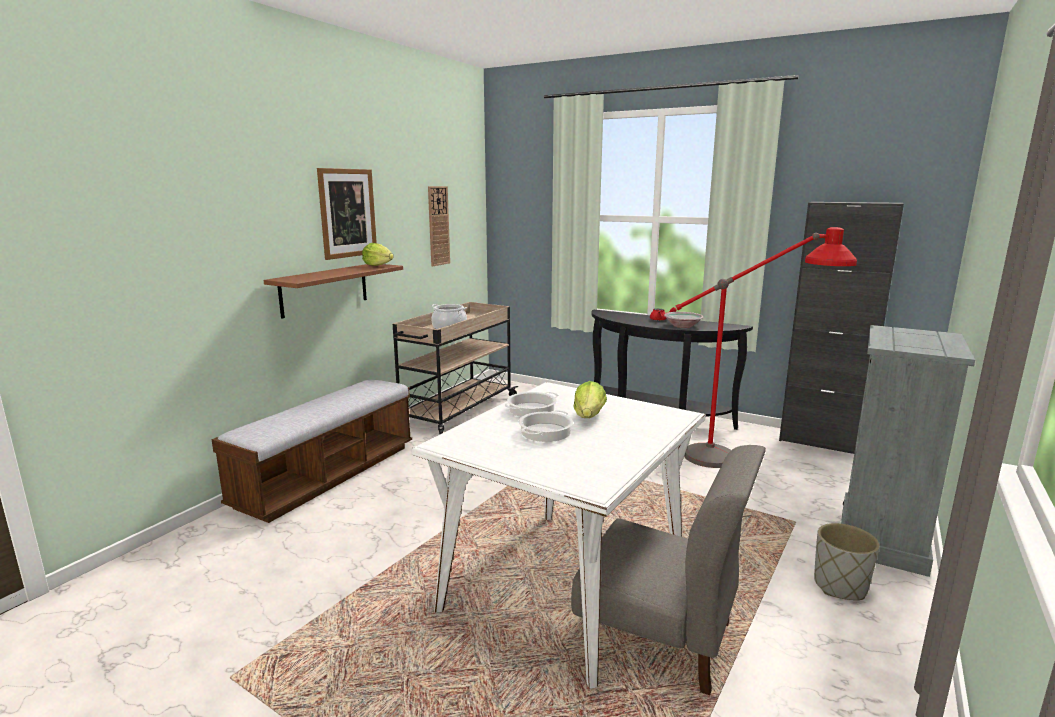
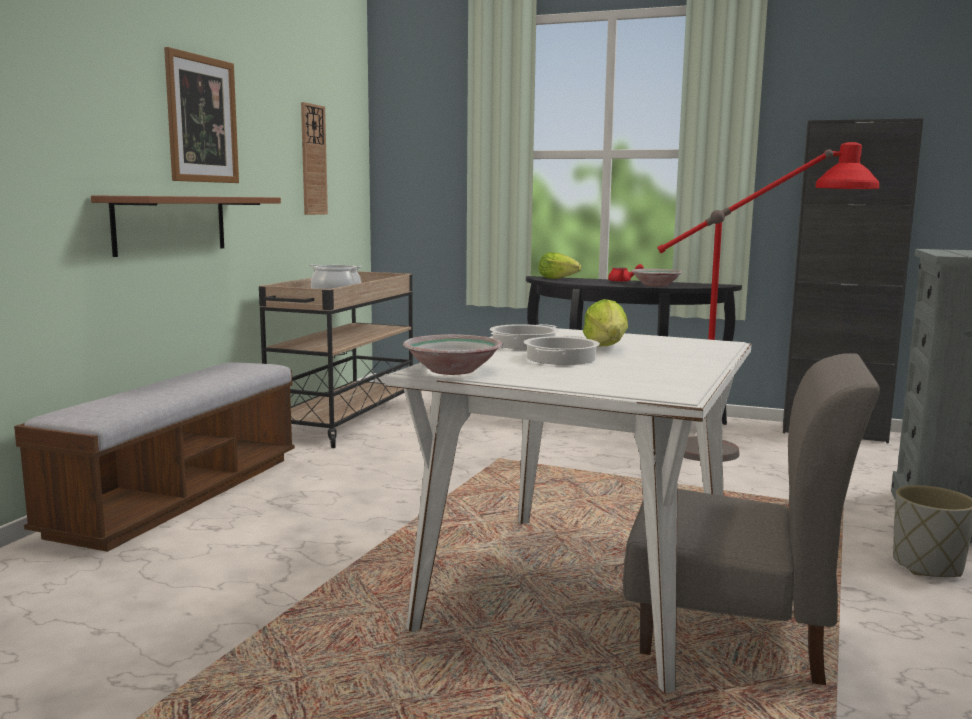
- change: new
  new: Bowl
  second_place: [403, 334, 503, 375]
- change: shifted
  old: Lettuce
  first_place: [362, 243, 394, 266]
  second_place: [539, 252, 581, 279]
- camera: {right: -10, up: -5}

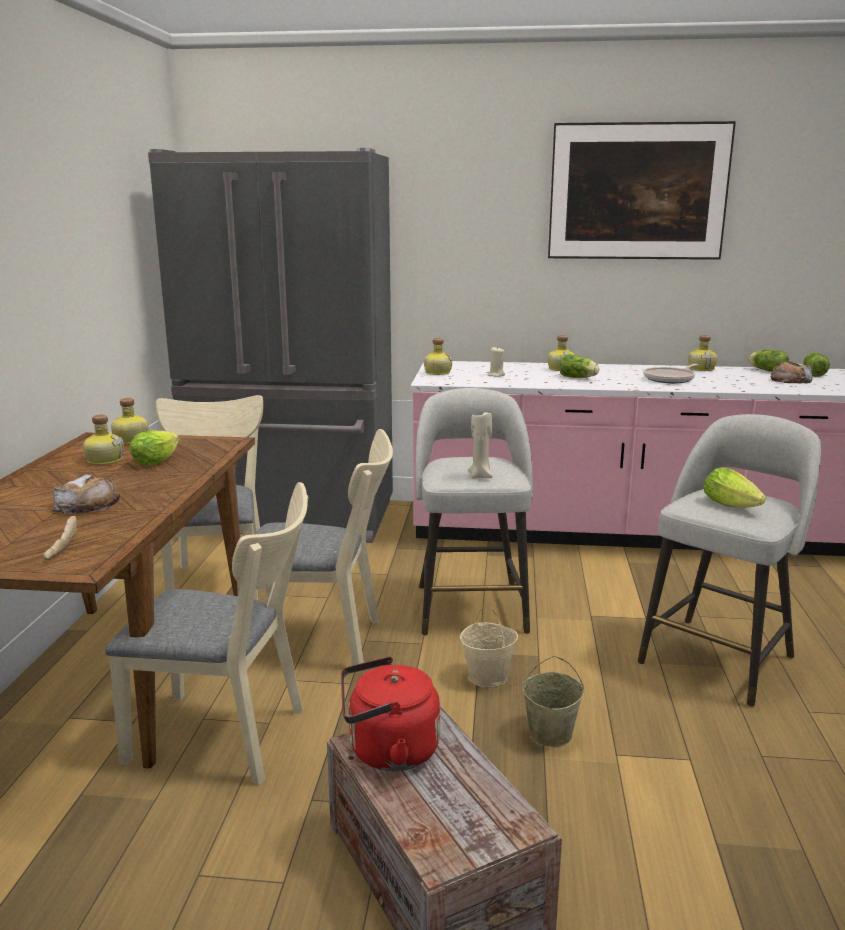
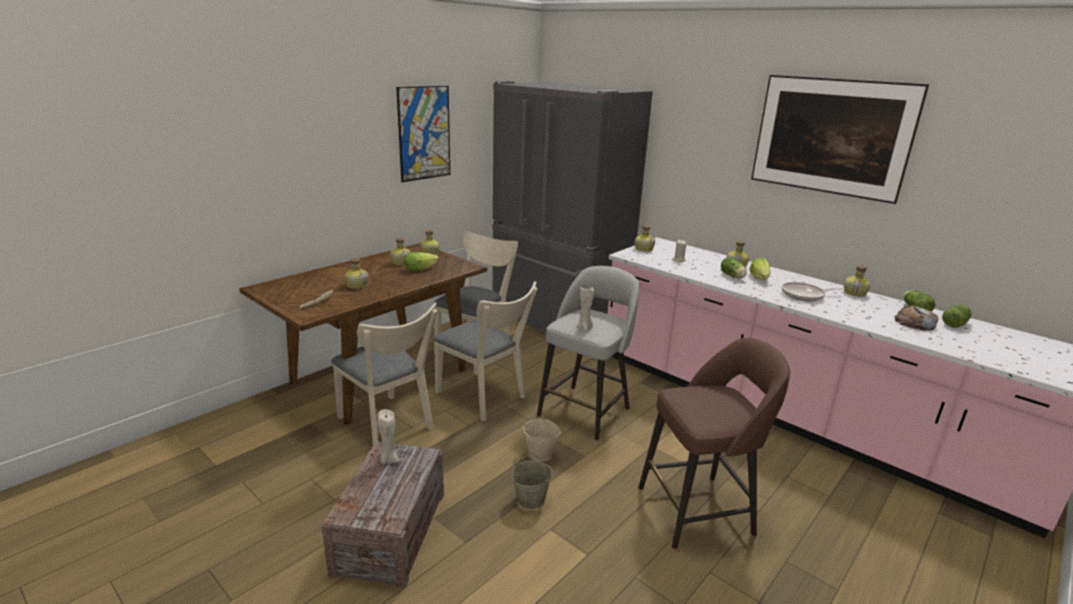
- change: swapped
  old: Bread
  new: Bottle
  first_place: [53, 474, 120, 514]
  second_place: [344, 258, 369, 289]
- change: swapped
  old: RedKettle
  new: BeigeCandle
  first_place: [341, 657, 440, 771]
  second_place: [378, 409, 400, 464]
- change: new
  new: Picture
  second_place: [396, 86, 450, 182]
- change: repainted
  old: GreyStool
  new: BrownStool
  first_place: [638, 414, 821, 707]
  second_place: [638, 338, 790, 549]
- change: shifted
  old: Lettuce
  first_place: [703, 468, 766, 508]
  second_place: [749, 257, 771, 280]
- camera: {right: 35, up: 5}

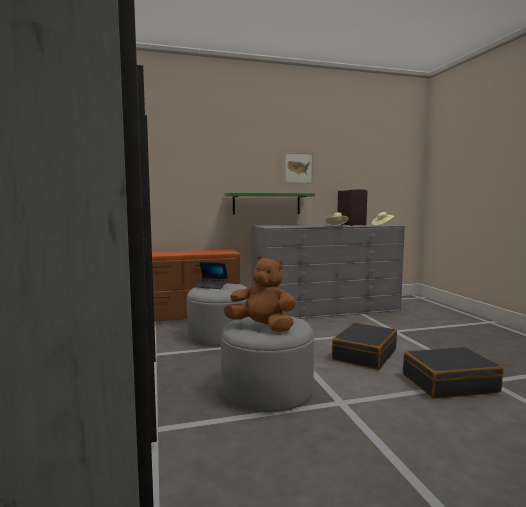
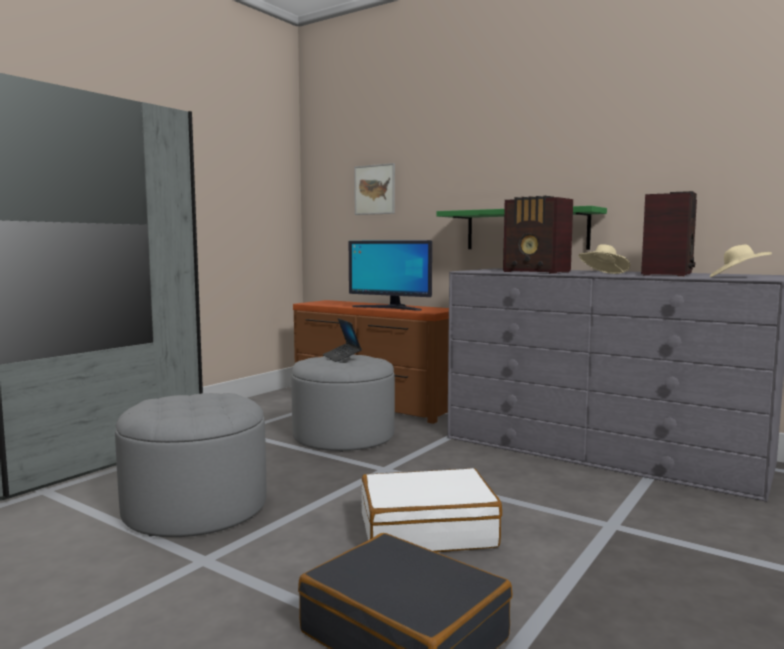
- change: new
  new: Monitor
  second_place: [349, 240, 432, 310]
- change: shifted
  old: Picture
  first_place: [284, 152, 313, 183]
  second_place: [354, 163, 395, 215]
- change: repainted
  old: BlackSuitcase
  new: WhiteSuitcase
  first_place: [332, 323, 397, 370]
  second_place: [361, 468, 502, 552]
- change: new
  new: Radio
  second_place: [503, 196, 573, 274]
- change: gone
  old: BrownPlushToy
  first_place: [224, 256, 296, 332]
- camera: {right: 50, up: 0}

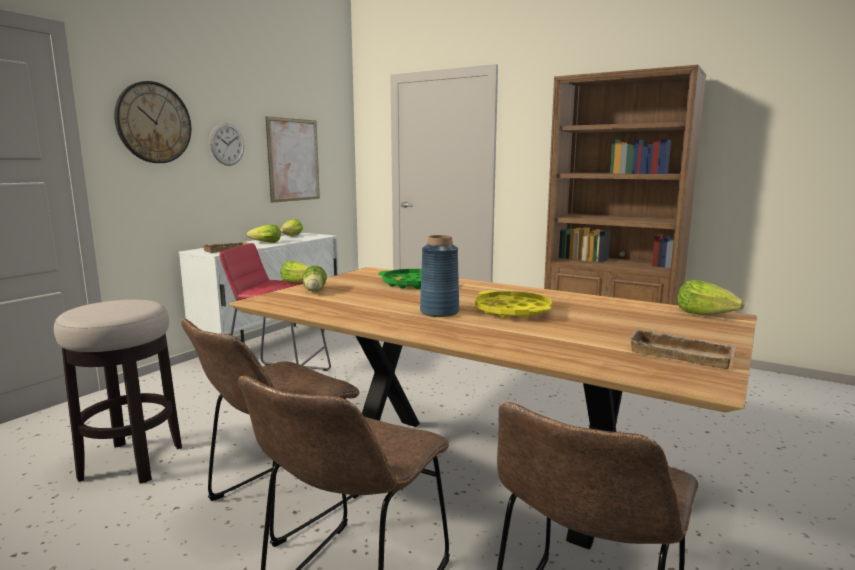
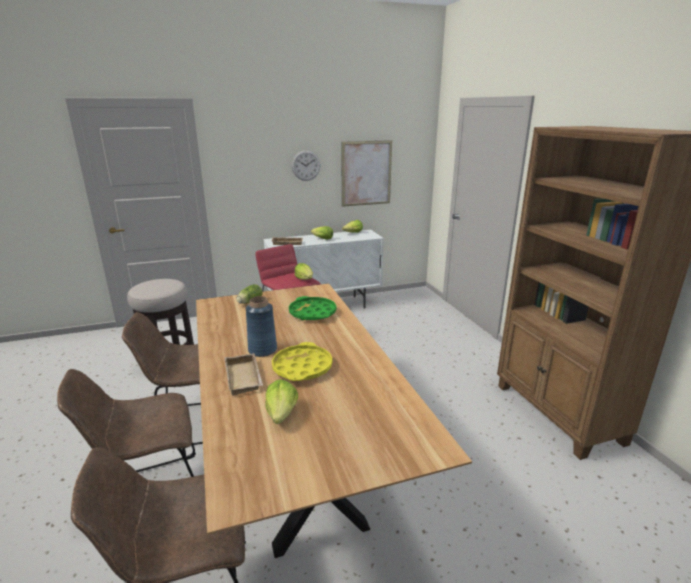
- change: shifted
  old: BeigeTray
  first_place: [627, 328, 736, 369]
  second_place: [224, 353, 263, 395]
- change: shifted
  old: Lettuce
  first_place: [677, 280, 745, 315]
  second_place: [265, 379, 298, 424]
- change: gone
  old: WallClock
  first_place: [114, 81, 191, 163]
- camera: {right: 40, up: 10}

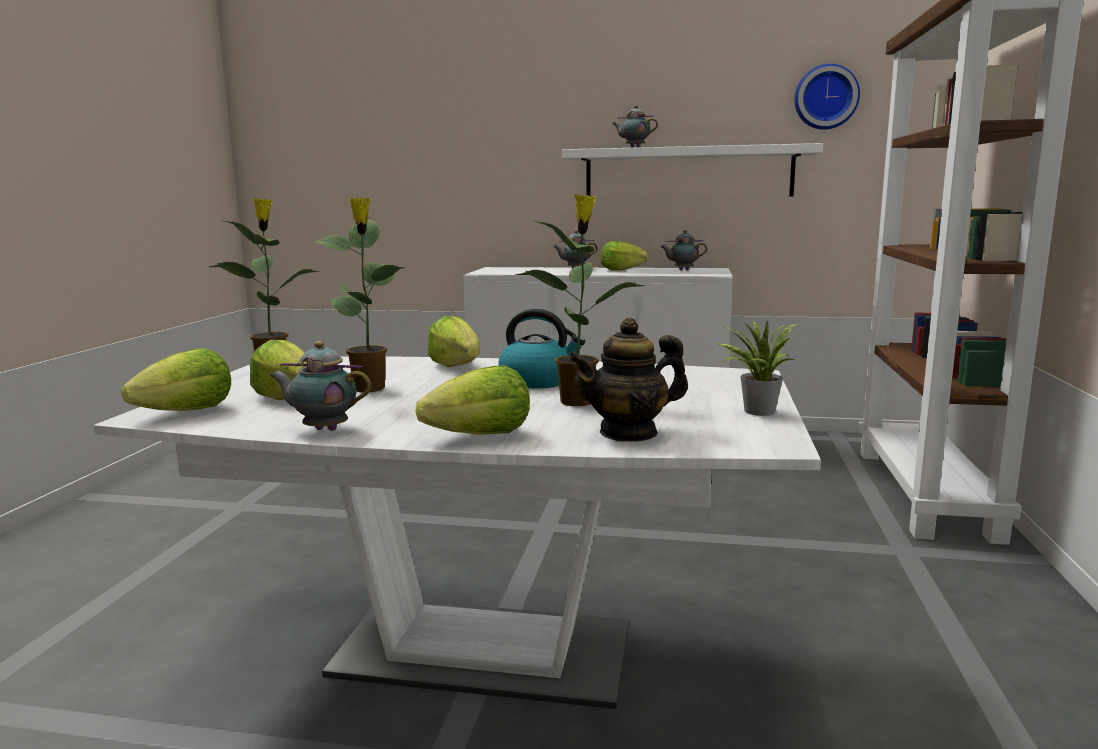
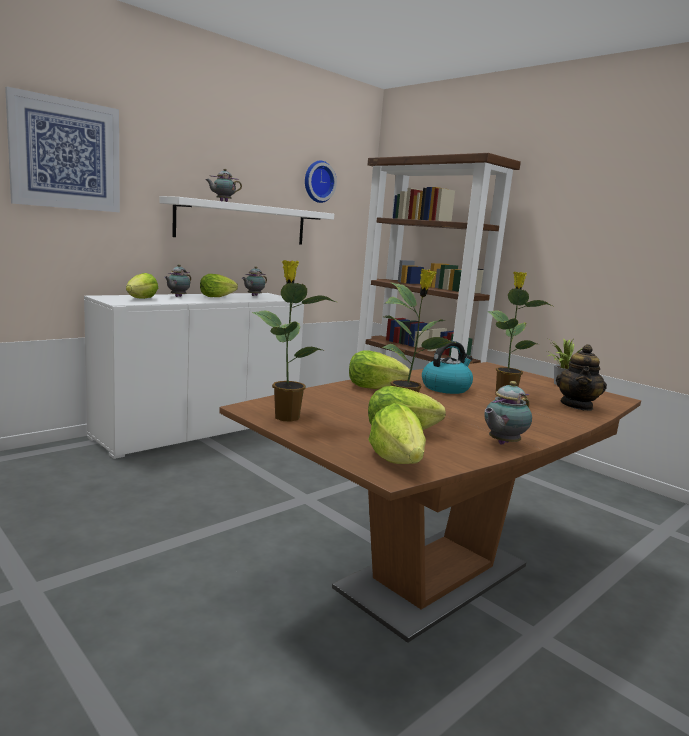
- change: new
  new: Picture
  second_place: [5, 87, 120, 212]
- change: shifted
  old: Lettuce
  first_place: [416, 366, 530, 435]
  second_place: [126, 273, 158, 299]
- change: repainted
  old: WhiteDiningTable
  new: BrownDiningTable
  first_place: [93, 356, 821, 709]
  second_place: [219, 362, 641, 643]
- camera: {right: -55, up: 0}

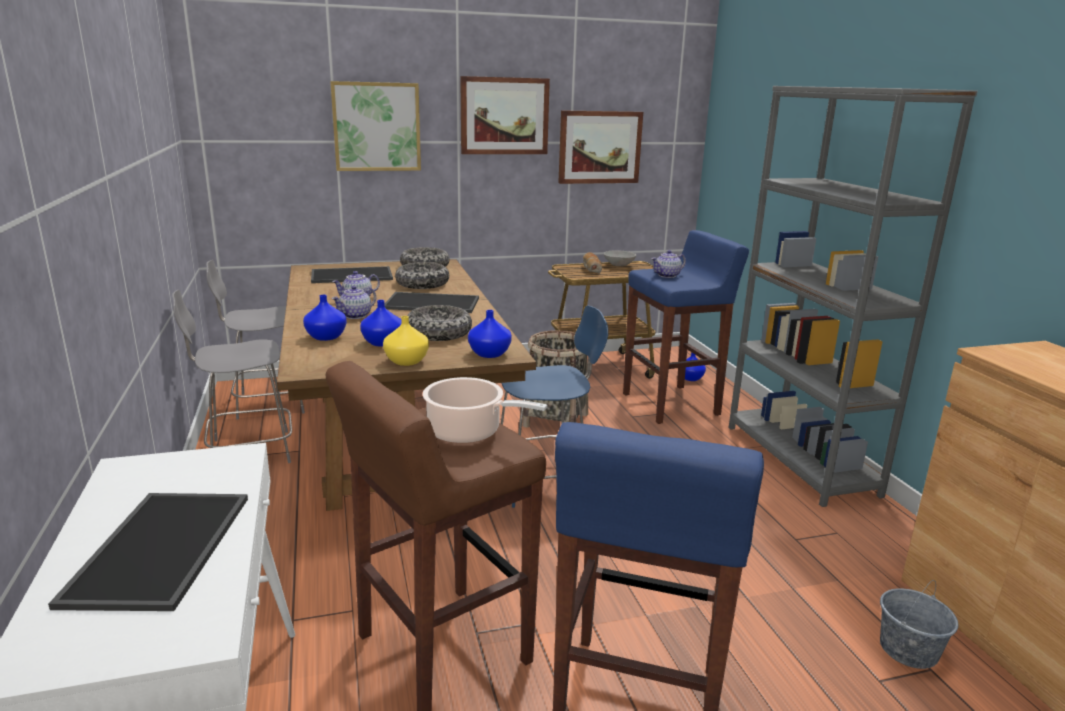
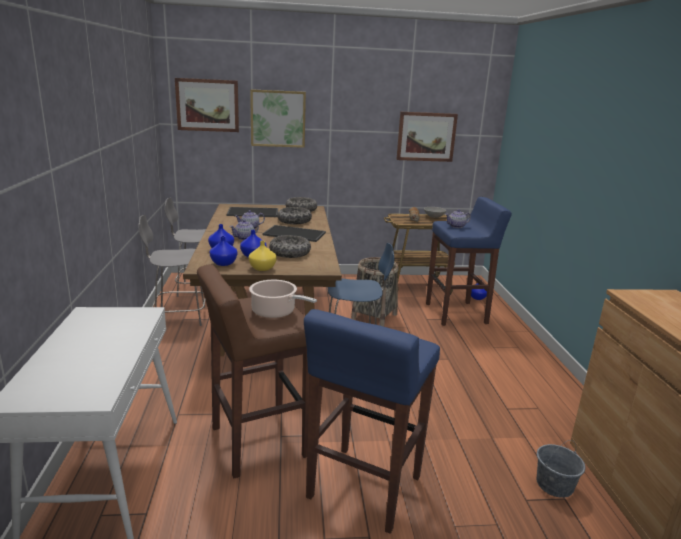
- change: shifted
  old: Picture
  first_place: [460, 76, 550, 154]
  second_place: [175, 78, 239, 132]
- change: shifted
  old: BlueVase
  first_place: [468, 310, 512, 358]
  second_place: [210, 236, 238, 266]
- change: gone
  old: Tray
  first_place: [48, 493, 248, 611]
- change: gone
  old: GreyBookcase
  first_place: [728, 86, 978, 507]
- camera: {right: 10, up: 0}

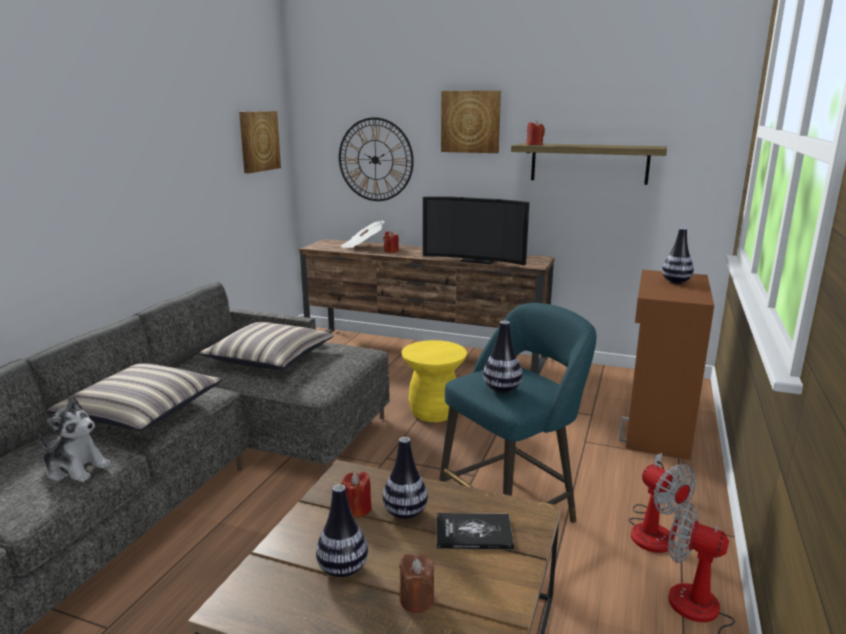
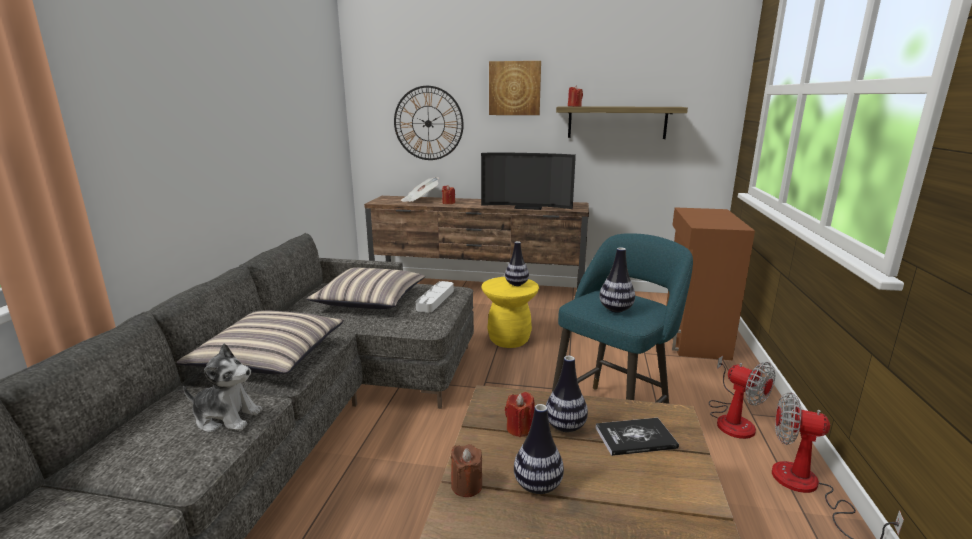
- change: new
  new: GreyTray
  second_place: [416, 281, 454, 313]
- change: shifted
  old: BrownCandle
  first_place: [399, 554, 434, 613]
  second_place: [451, 444, 482, 497]
- change: shifted
  old: Vase
  first_place: [662, 228, 694, 284]
  second_place: [505, 241, 529, 286]
- change: gone
  old: Picture
  first_place: [239, 111, 281, 174]
- camera: {right: -10, up: 0}

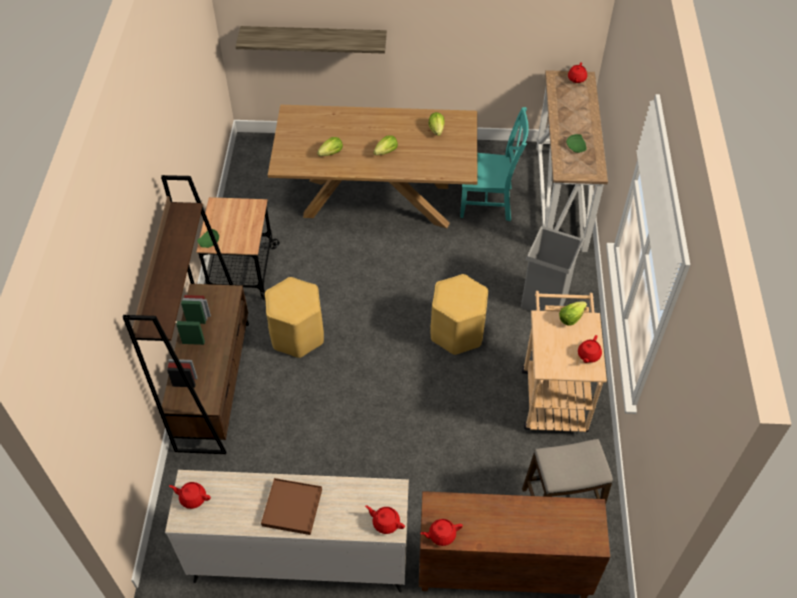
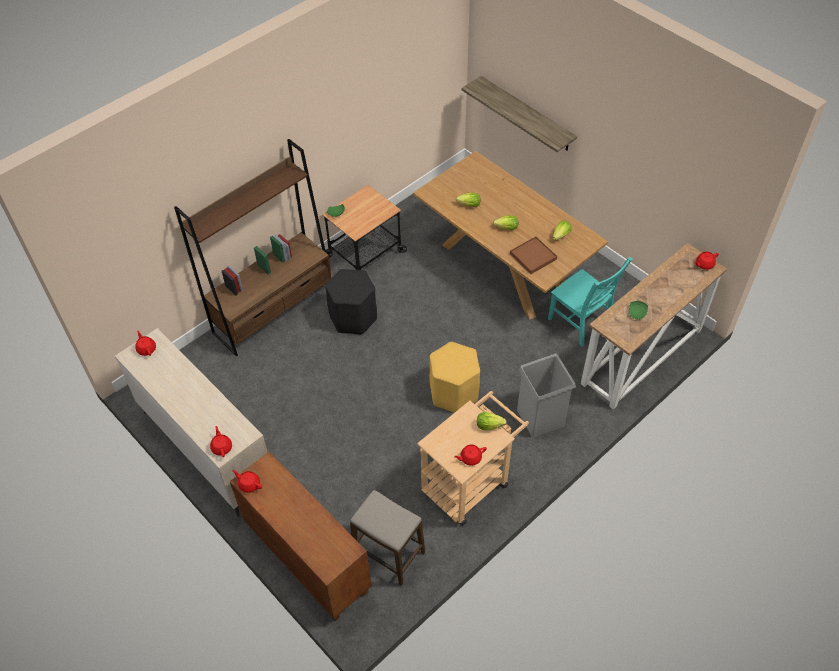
- change: repainted
  old: YellowStool
  new: BlackStool
  first_place: [265, 277, 324, 358]
  second_place: [325, 269, 377, 334]
- change: shifted
  old: BrownTray
  first_place: [261, 478, 322, 535]
  second_place: [510, 236, 557, 274]
- camera: {right: 45, up: 0}

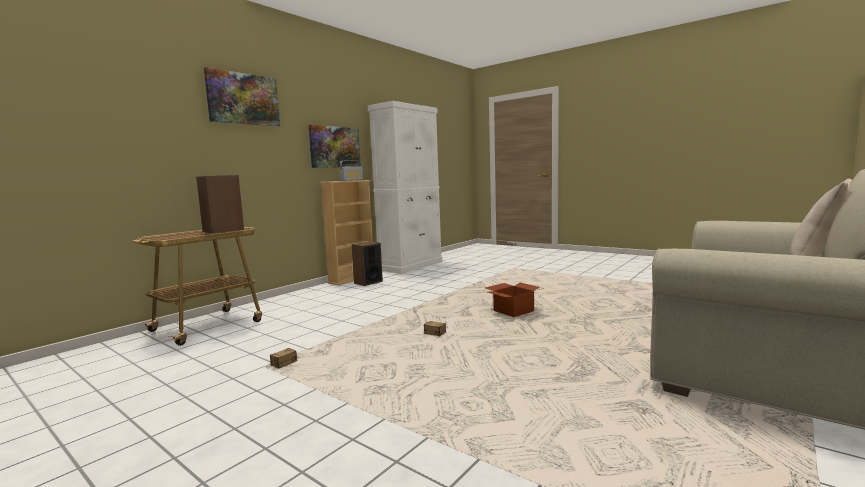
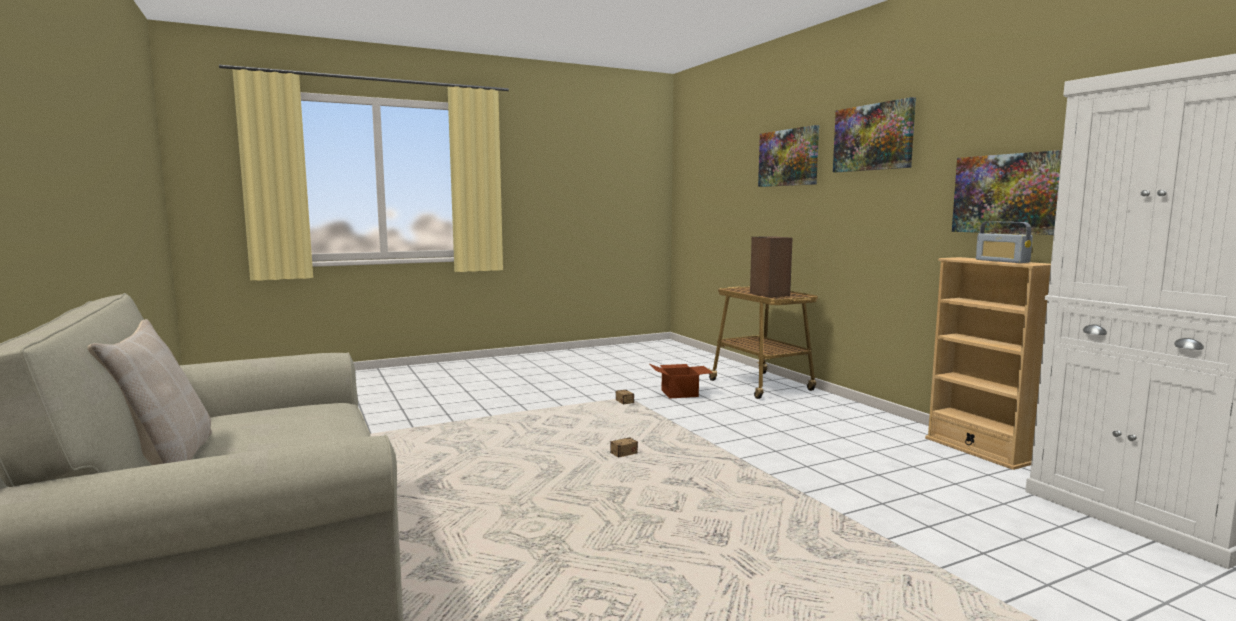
- change: shifted
  old: CardboardBox
  first_place: [485, 282, 544, 317]
  second_place: [650, 364, 713, 399]
- change: new
  new: Picture
  second_place: [758, 125, 819, 187]
- change: gone
  old: Speaker
  first_place: [352, 242, 383, 286]
- camera: {right: 115, up: 0}

